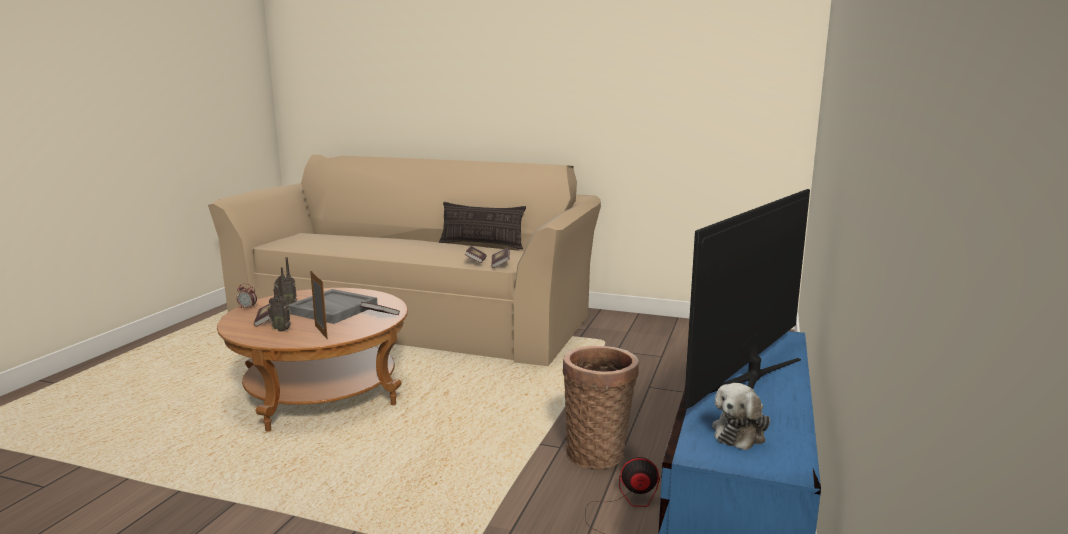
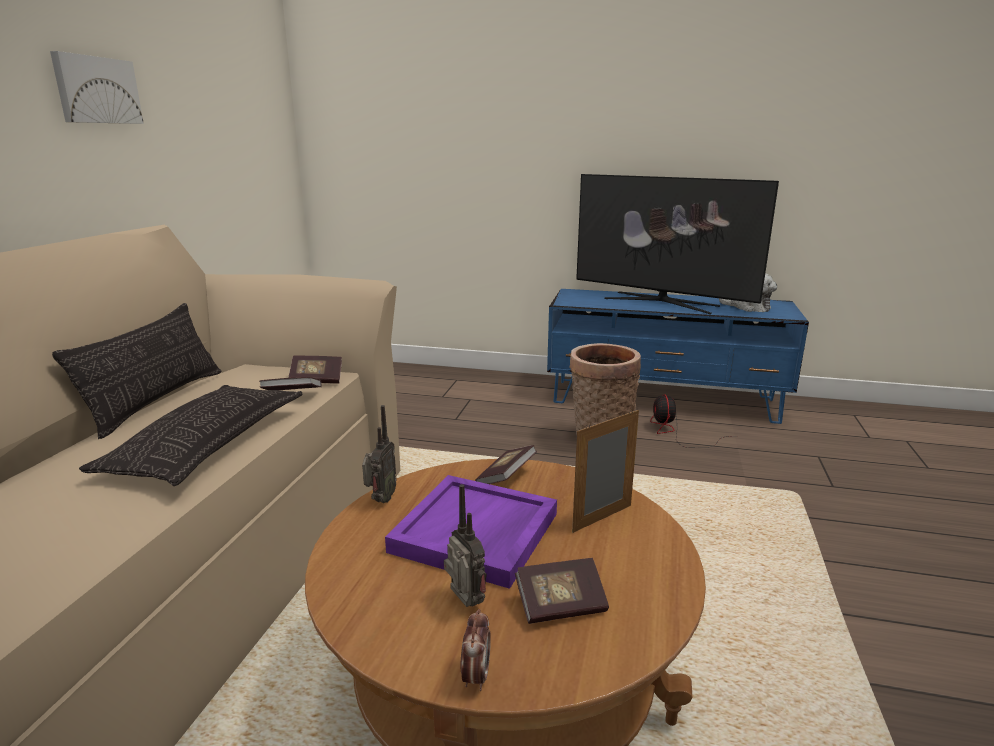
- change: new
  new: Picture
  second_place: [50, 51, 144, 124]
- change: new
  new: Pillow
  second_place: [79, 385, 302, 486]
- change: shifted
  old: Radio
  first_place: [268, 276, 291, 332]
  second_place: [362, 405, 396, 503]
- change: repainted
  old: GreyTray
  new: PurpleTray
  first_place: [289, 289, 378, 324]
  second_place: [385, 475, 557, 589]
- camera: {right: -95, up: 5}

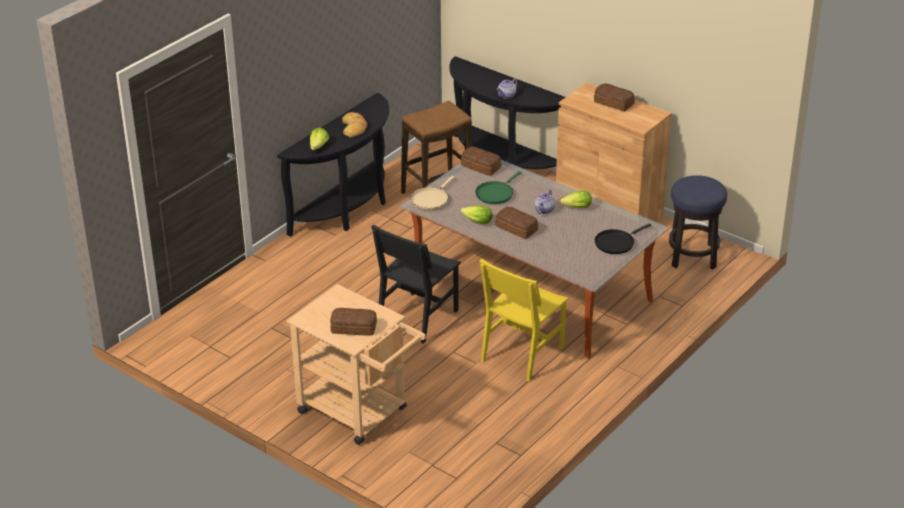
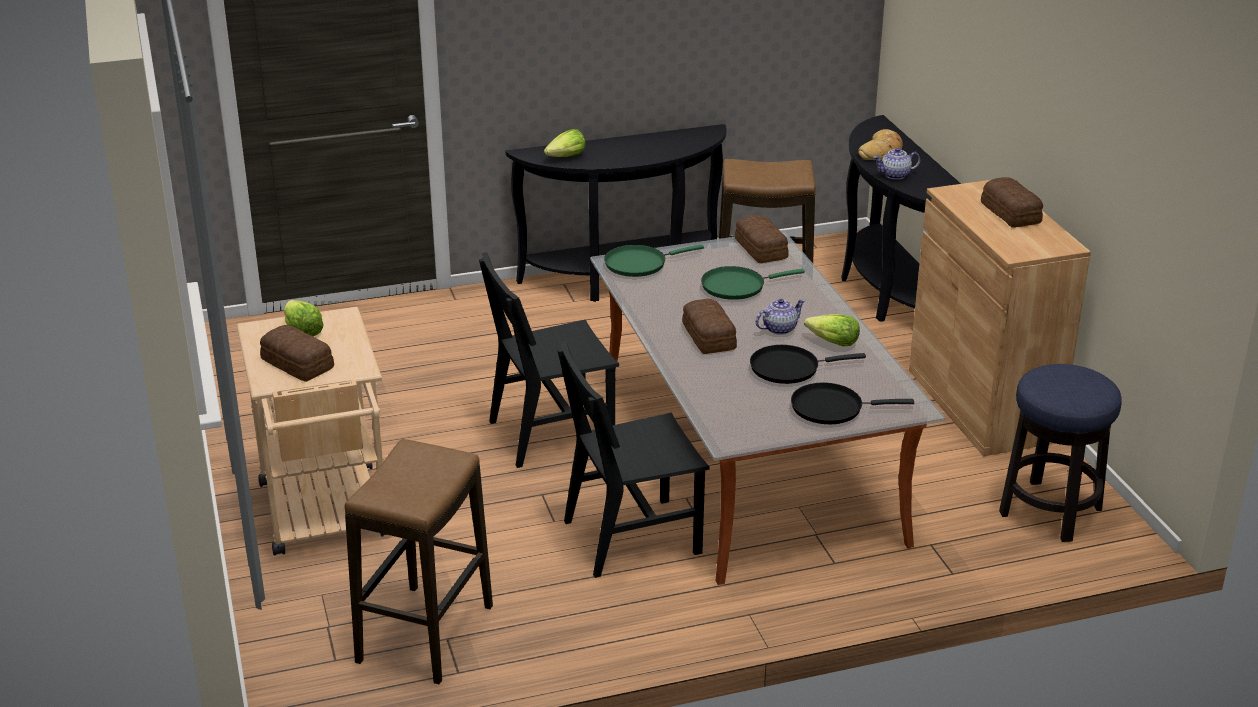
- change: shifted
  old: Lettuce
  first_place: [460, 206, 492, 224]
  second_place: [284, 300, 324, 336]
- change: new
  new: Stool
  second_place: [344, 439, 493, 684]
- change: repainted
  old: YellowChair
  new: BlackChair
  first_place: [479, 259, 569, 382]
  second_place: [557, 341, 710, 578]
- change: repainted
  old: BeigeFryingPan
  new: GreenFryingPan
  first_place: [410, 176, 455, 210]
  second_place: [604, 244, 704, 277]
- change: new
  new: BlackFryingPan
  second_place: [750, 345, 866, 384]
- change: shifted
  old: Bread
  first_place: [342, 112, 367, 138]
  second_place: [858, 129, 903, 160]
- camera: {right: 35, up: -5}

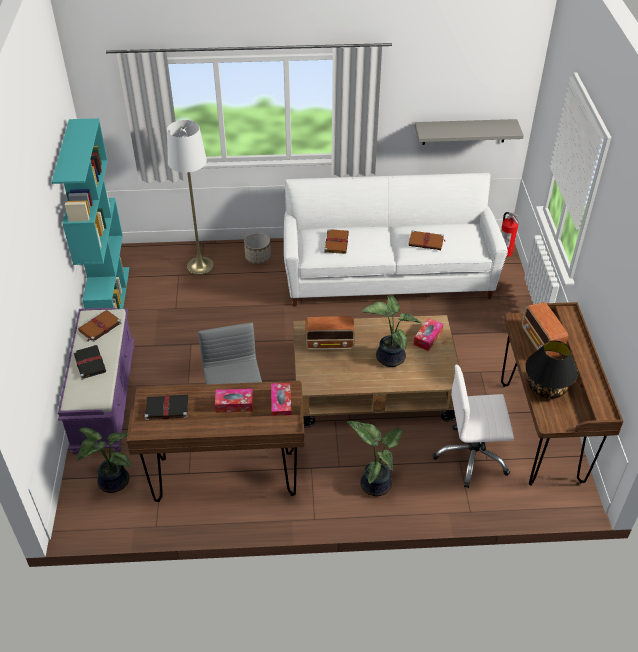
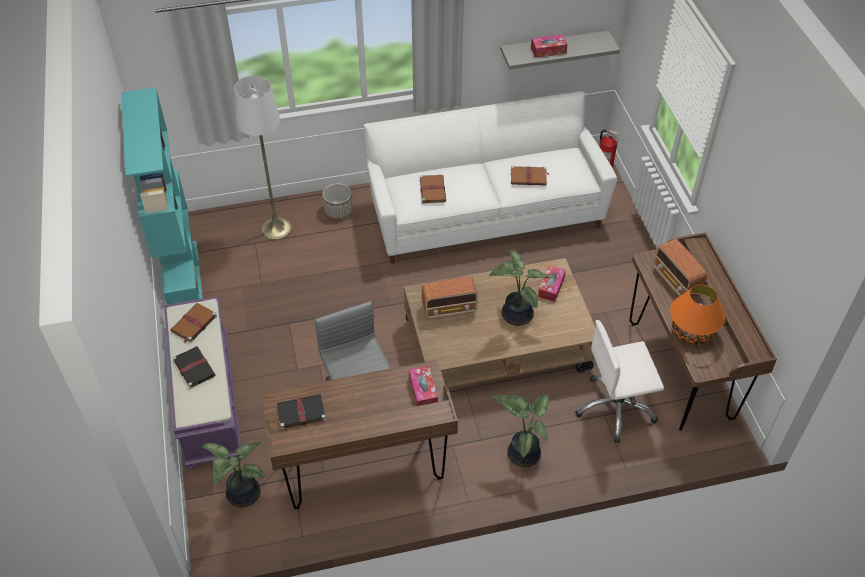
- change: shifted
  old: TissueBox
  first_place: [215, 389, 253, 413]
  second_place: [531, 34, 568, 58]
- change: repainted
  old: BlackTableLamp
  new: OrangeTableLamp
  first_place: [525, 340, 578, 399]
  second_place: [670, 285, 725, 344]
- camera: {right: -10, up: 5}

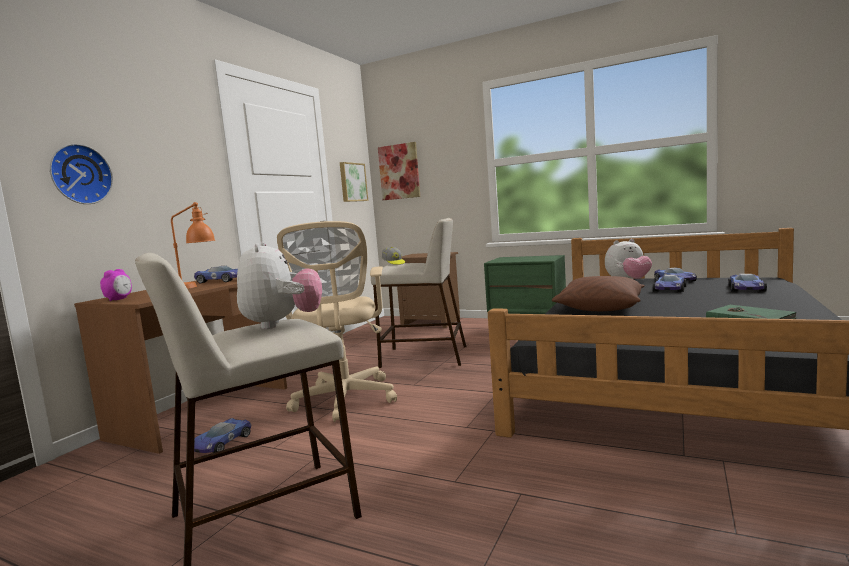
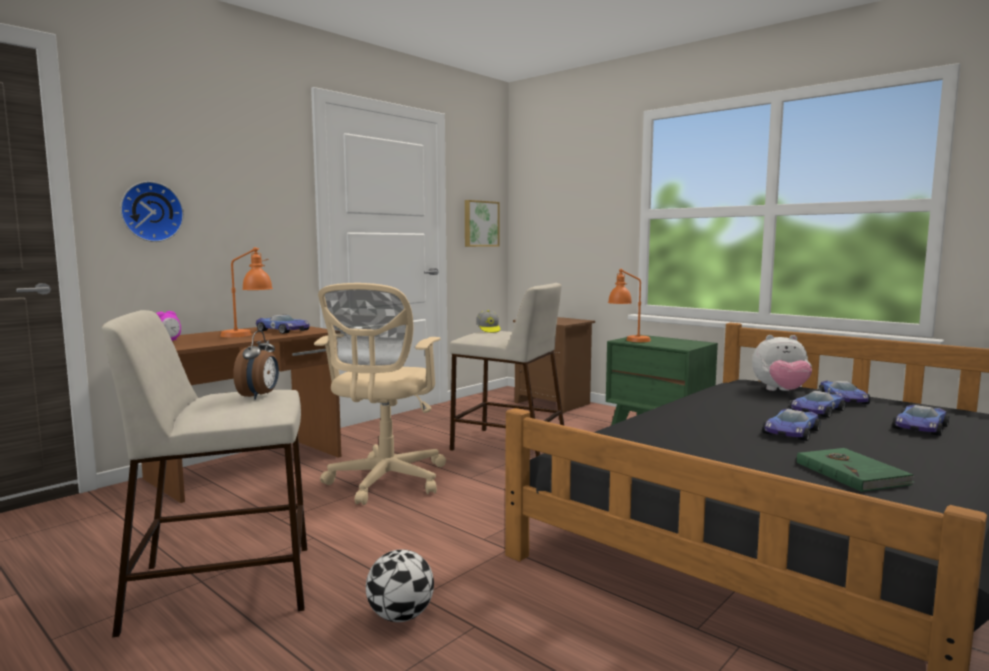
- change: swapped
  old: PlushToy
  new: AlarmClock
  first_place: [237, 241, 322, 329]
  second_place: [233, 331, 279, 400]
- change: new
  new: Football
  second_place: [366, 549, 434, 622]
- change: new
  new: OrangeTableLamp
  second_place: [608, 269, 651, 342]
- change: shifted
  old: ToyCar
  first_place: [194, 418, 251, 453]
  second_place: [762, 408, 821, 441]
- change: gone
  old: Picture
  first_place: [378, 142, 420, 200]
- change: gone
  old: BrownPillow
  first_place: [552, 276, 645, 311]
- camera: {right: 15, up: 0}

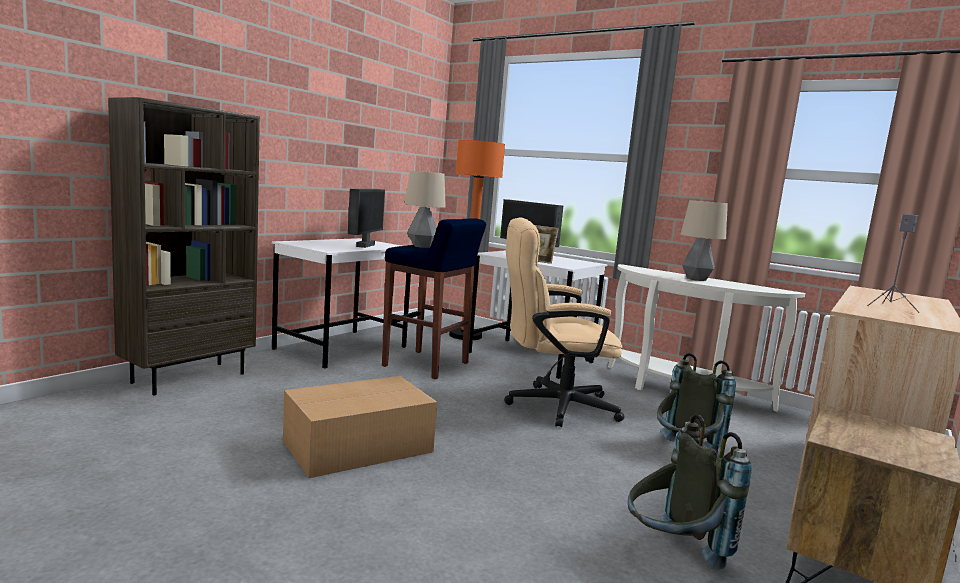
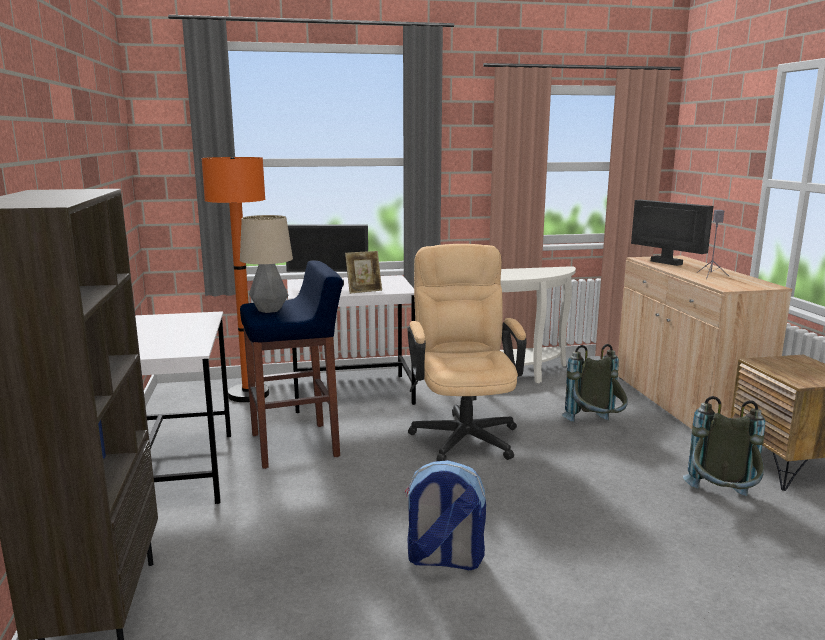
- change: swapped
  old: CardboardBox
  new: Backpack
  first_place: [283, 376, 437, 478]
  second_place: [405, 460, 486, 570]
- change: rotated
  old: BeigeOfficeChair
  first_place: [504, 218, 625, 427]
  second_place: [408, 244, 527, 461]
  degrees: 135
- change: shifted
  old: Monitor
  first_place: [348, 189, 385, 248]
  second_place: [631, 200, 713, 266]
- change: gone
  old: TableLamp
  first_place: [681, 200, 728, 281]
- camera: {right: -45, up: 5}

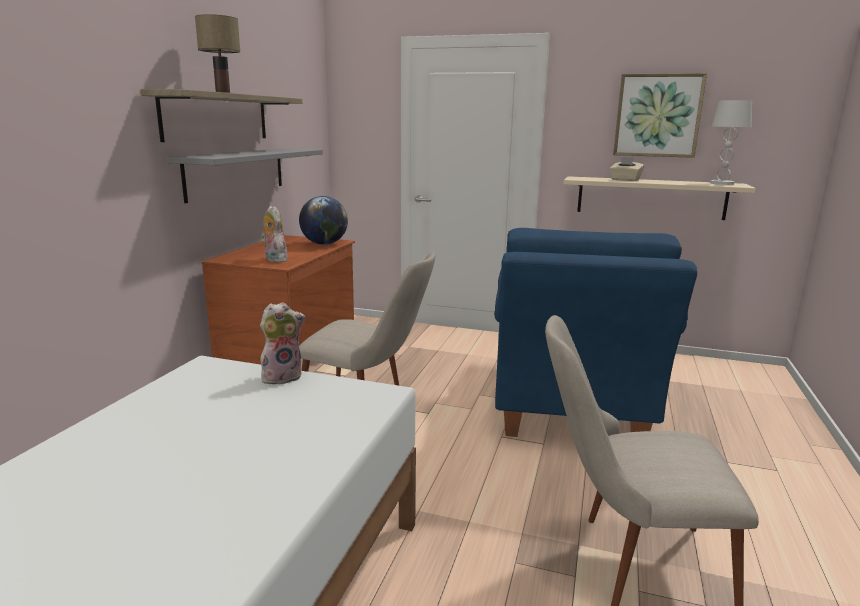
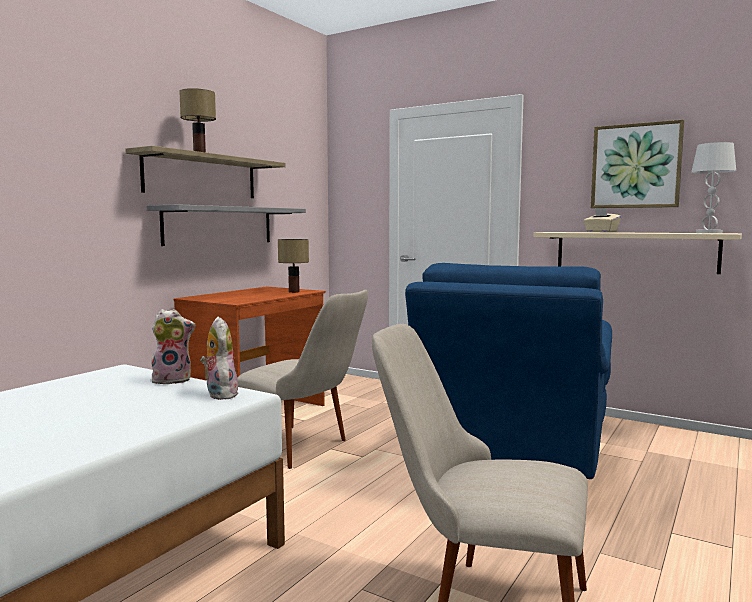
- change: shifted
  old: PlushToy
  first_place: [261, 206, 289, 262]
  second_place: [200, 317, 239, 400]
- change: swapped
  old: Globe
  new: TableLamp
  first_place: [299, 196, 348, 245]
  second_place: [278, 239, 309, 293]
- camera: {right: 15, up: -10}

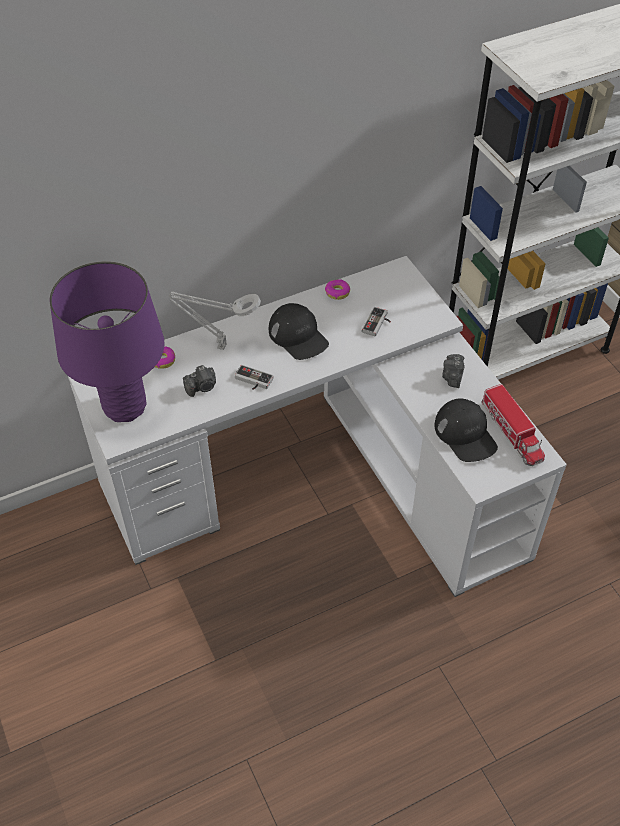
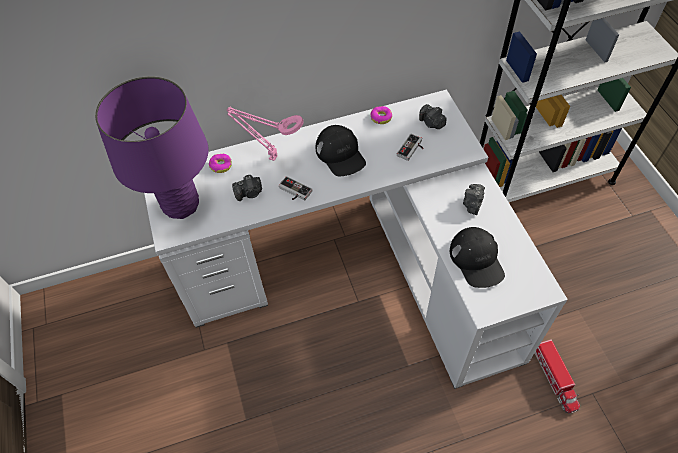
- change: repainted
  old: GreyTableLamp
  new: PinkTableLamp
  first_place: [168, 291, 261, 350]
  second_place: [227, 107, 304, 161]
- change: new
  new: PhotoCamera
  second_place: [419, 104, 447, 129]
- change: shifted
  old: ToyTruck
  first_place: [481, 384, 545, 466]
  second_place: [535, 339, 580, 414]
- camera: {right: 10, up: 5}

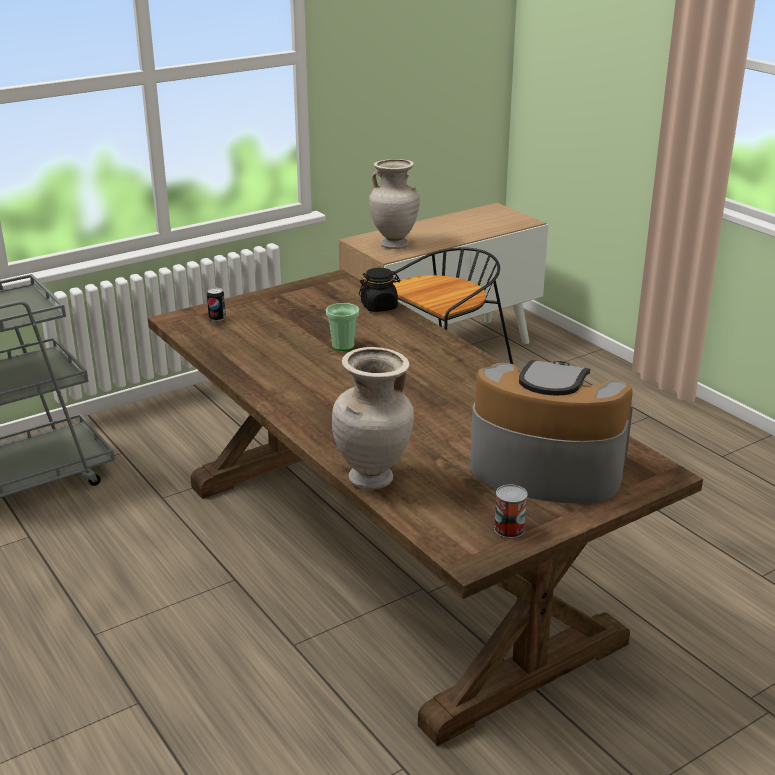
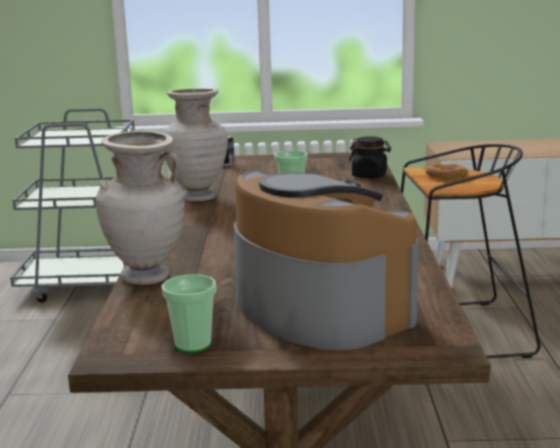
- change: swapped
  old: Can
  new: Cup
  first_place: [494, 484, 528, 538]
  second_place: [162, 274, 216, 353]
- change: shifted
  old: BeigeVase
  first_place: [369, 159, 420, 249]
  second_place: [163, 89, 228, 201]
- change: new
  new: Bread
  second_place: [426, 163, 468, 179]
- camera: {right: 35, up: -10}

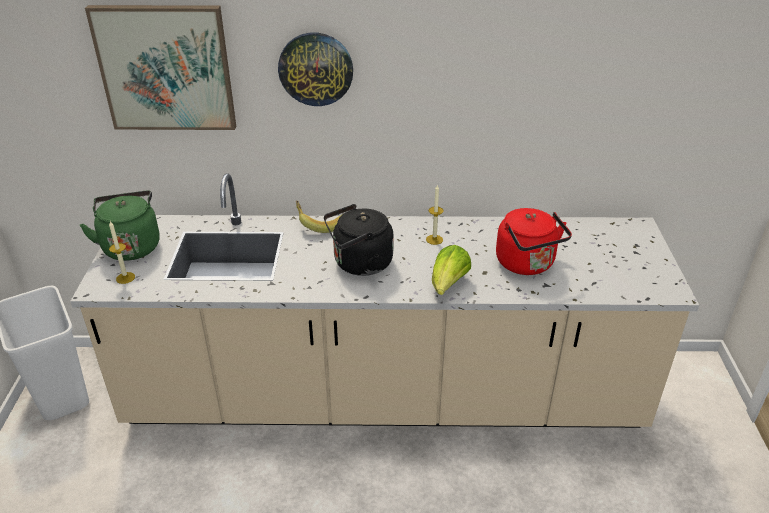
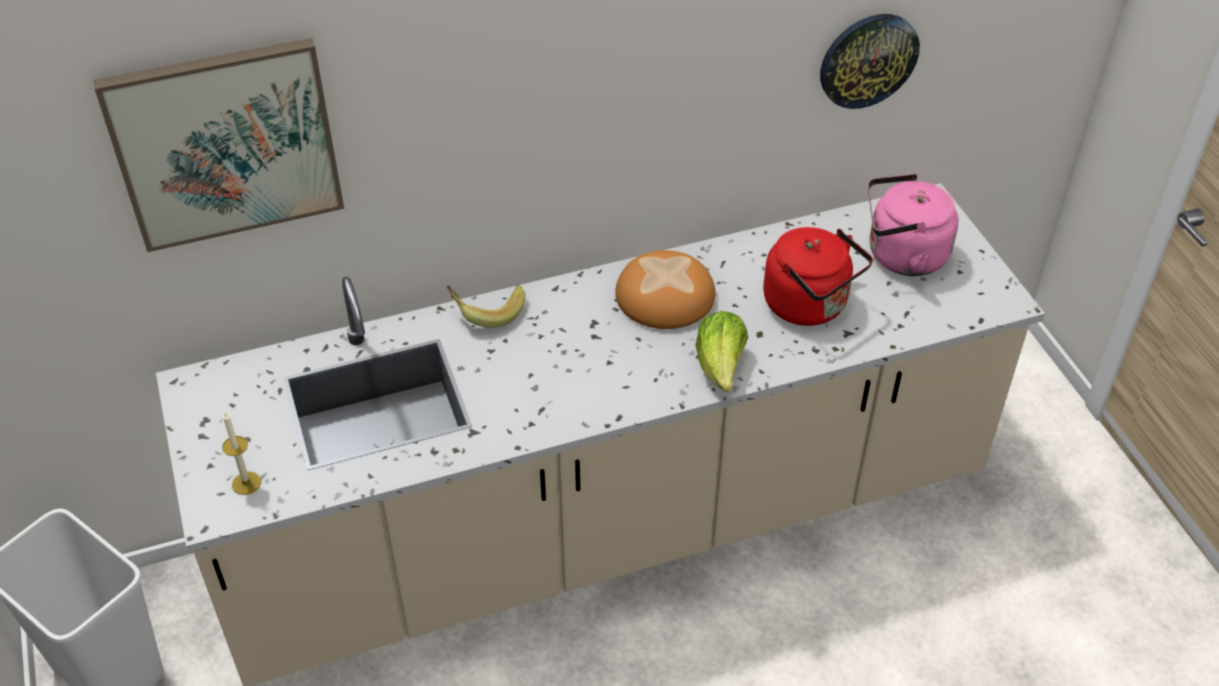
- change: swapped
  old: Candle
  new: Bread
  first_place: [426, 184, 444, 245]
  second_place: [615, 250, 716, 329]
- change: shifted
  old: WallClock
  first_place: [278, 33, 353, 106]
  second_place: [820, 14, 920, 109]
- change: new
  new: PinkKettle
  second_place: [868, 174, 959, 276]
- change: gone
  old: GreenKettle
  first_place: [80, 191, 160, 261]
- change: gone
  old: BlackKettle
  first_place: [324, 204, 394, 276]
- camera: {right: -20, up: 10}

